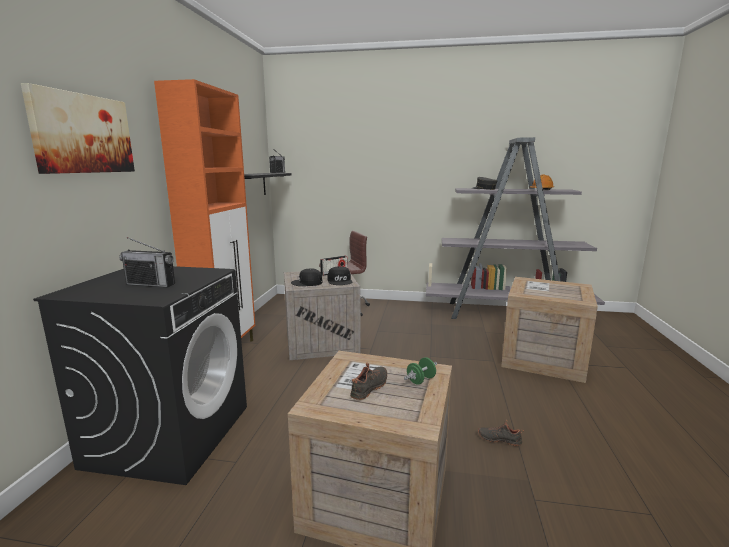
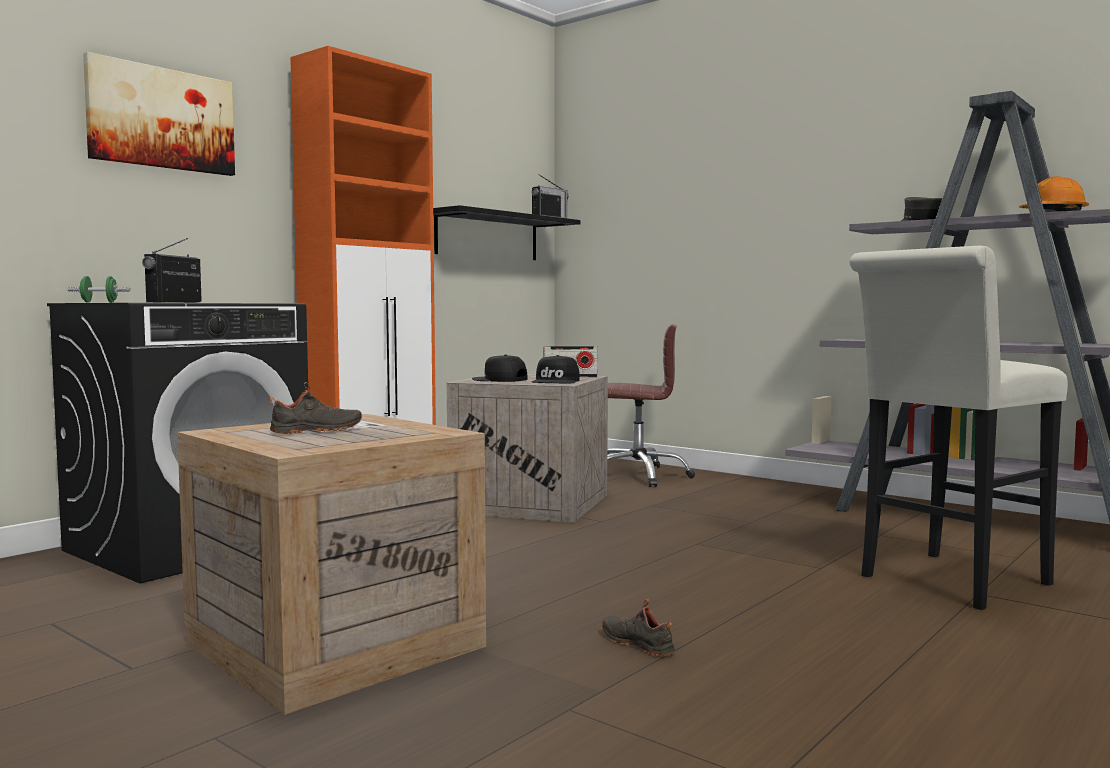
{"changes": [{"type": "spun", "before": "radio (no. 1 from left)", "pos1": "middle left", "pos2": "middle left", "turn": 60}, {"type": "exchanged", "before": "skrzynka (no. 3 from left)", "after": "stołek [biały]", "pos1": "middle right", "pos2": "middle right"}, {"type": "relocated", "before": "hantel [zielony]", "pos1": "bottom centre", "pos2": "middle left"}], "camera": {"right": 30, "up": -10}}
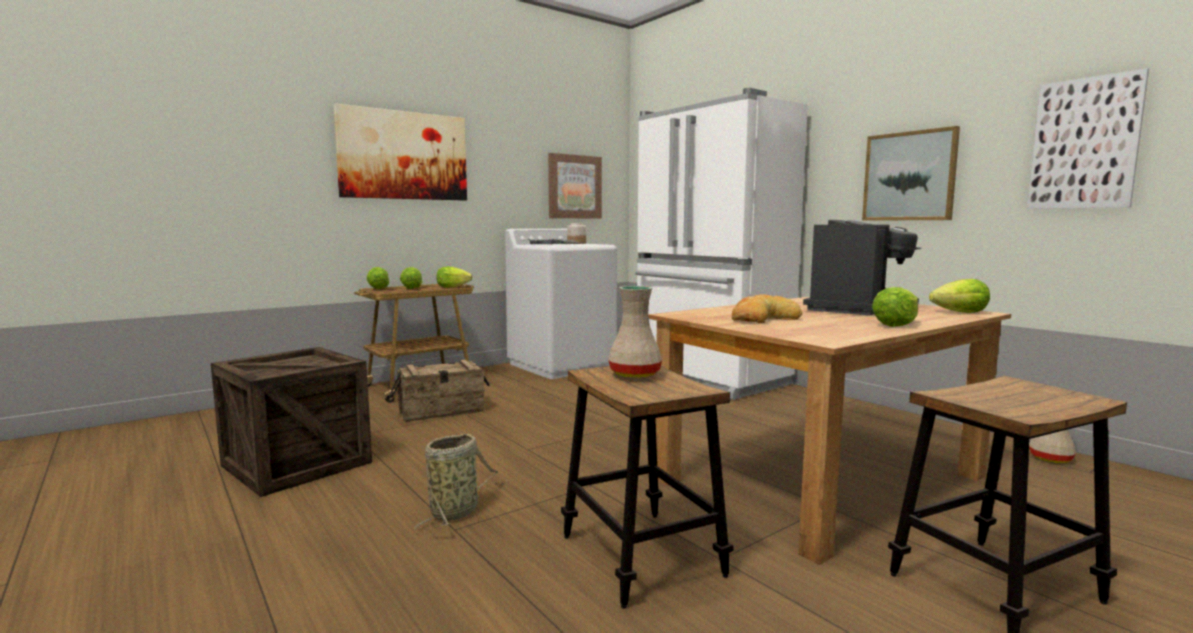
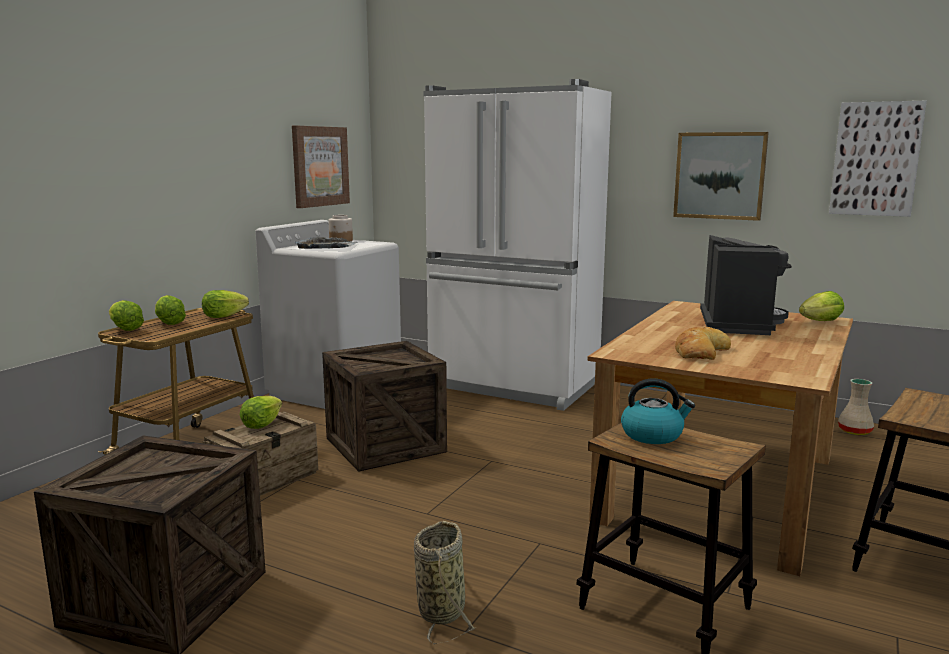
{"changes": [{"type": "missing", "before": "obraz (no. 1 from left)", "pos1": "top centre"}, {"type": "exchanged", "before": "wazon [beżowy] (no. 1 from left)", "after": "czajnik", "pos1": "centre", "pos2": "middle right"}, {"type": "relocated", "before": "sałata (no. 4 from left)", "pos1": "middle right", "pos2": "middle left"}, {"type": "appeared", "after": "skrzynka (no. 3 from left)", "pos2": "centre"}], "camera": {"right": -25, "up": 5}}
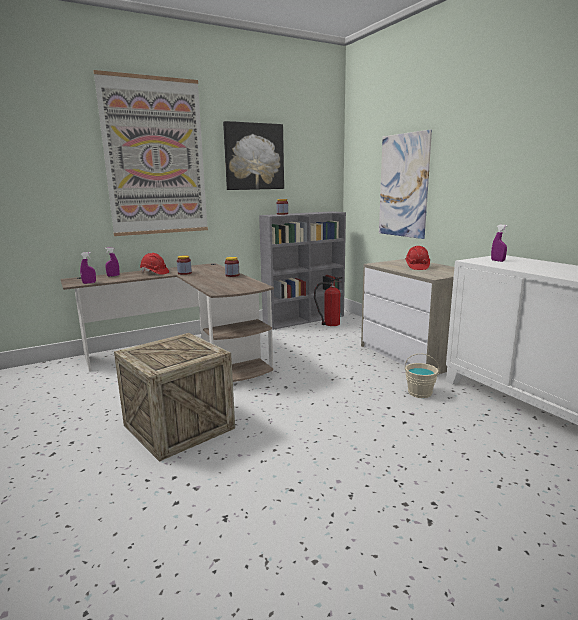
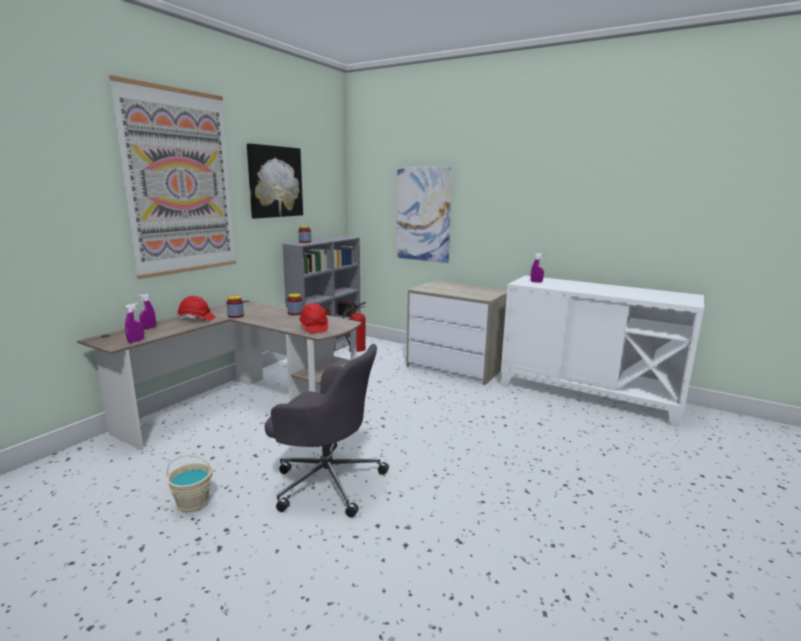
{"changes": [{"type": "relocated", "before": "kask [czerwony] (no. 2 from left)", "pos1": "middle right", "pos2": "centre"}, {"type": "exchanged", "before": "skrzynka", "after": "krzesło biurowe [szary]", "pos1": "middle left", "pos2": "bottom centre"}, {"type": "relocated", "before": "wiadro [beżowy]", "pos1": "middle right", "pos2": "bottom left"}], "camera": {"right": -30, "up": 0}}
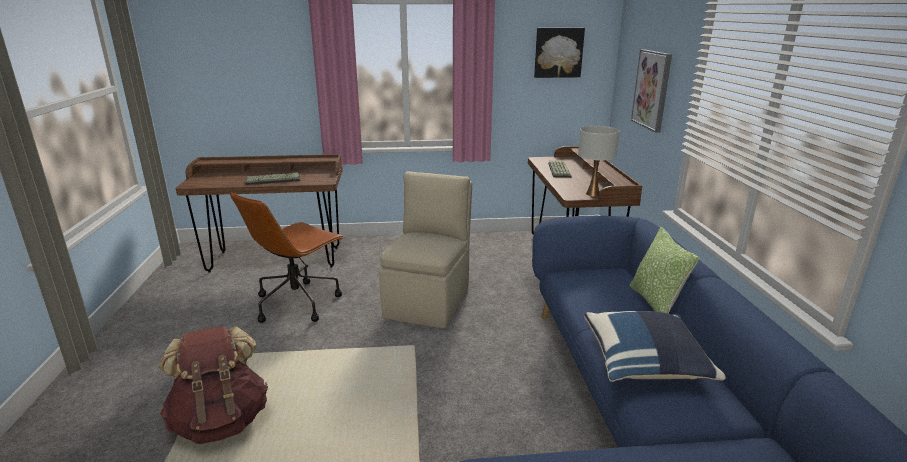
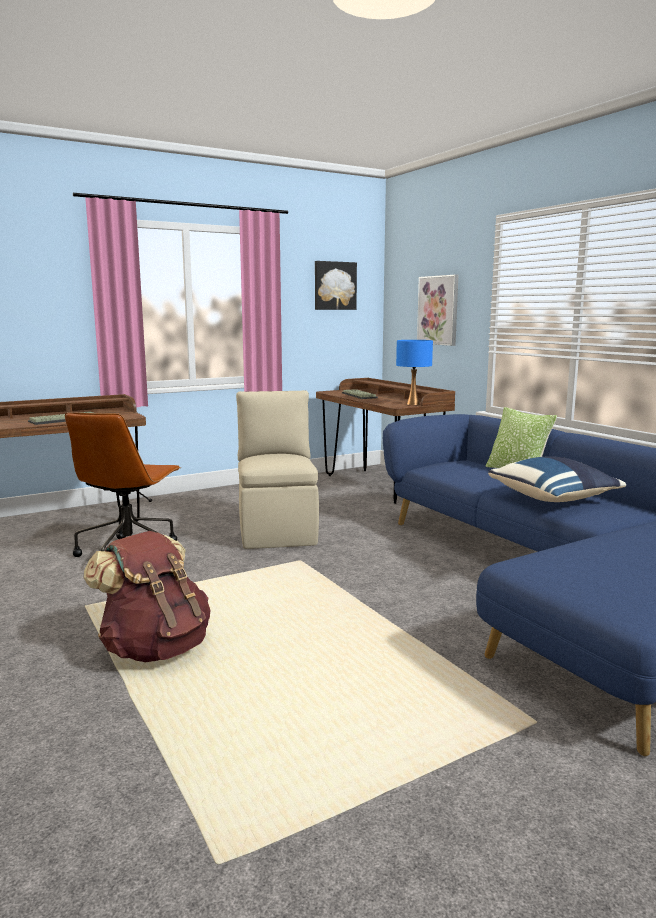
{"changes": [{"type": "colour", "before": "lampa stołowa [biały]", "after": "lampa stołowa [niebieski]", "pos1": "centre", "pos2": "centre"}], "camera": {"right": -25, "up": -10}}
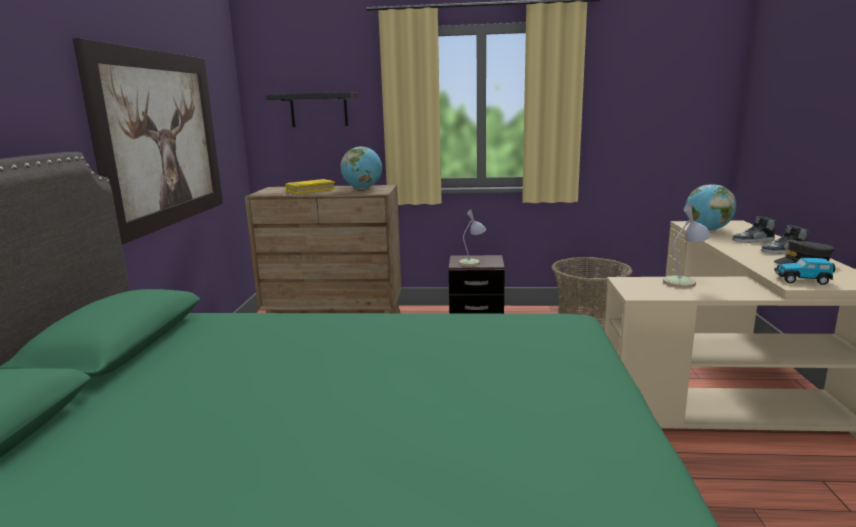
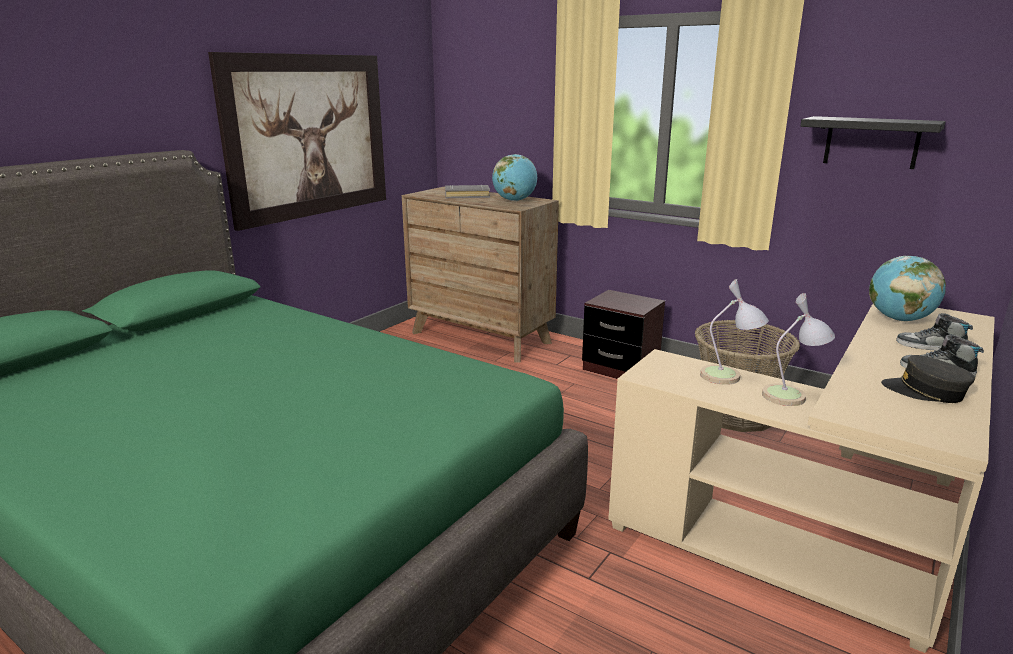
{"changes": [{"type": "relocated", "before": "półka [czarny]", "pos1": "top centre", "pos2": "top right"}, {"type": "colour", "before": "książka [żółty]", "after": "książka [szary]", "pos1": "centre", "pos2": "top centre"}, {"type": "relocated", "before": "lampa stołowa (no. 1 from left in the first image)", "after": "lampa stołowa (no. 2 from left)", "pos1": "centre", "pos2": "middle right"}, {"type": "missing", "before": "samochodzik", "pos1": "middle right"}], "camera": {"right": 30, "up": 5}}
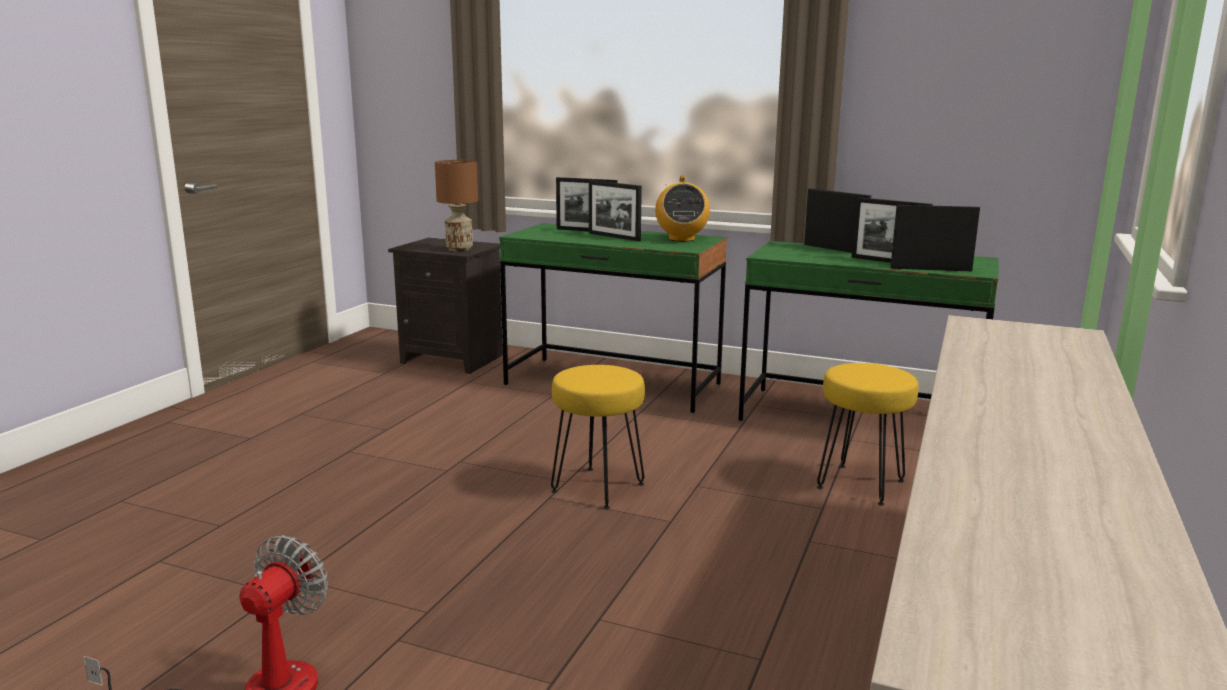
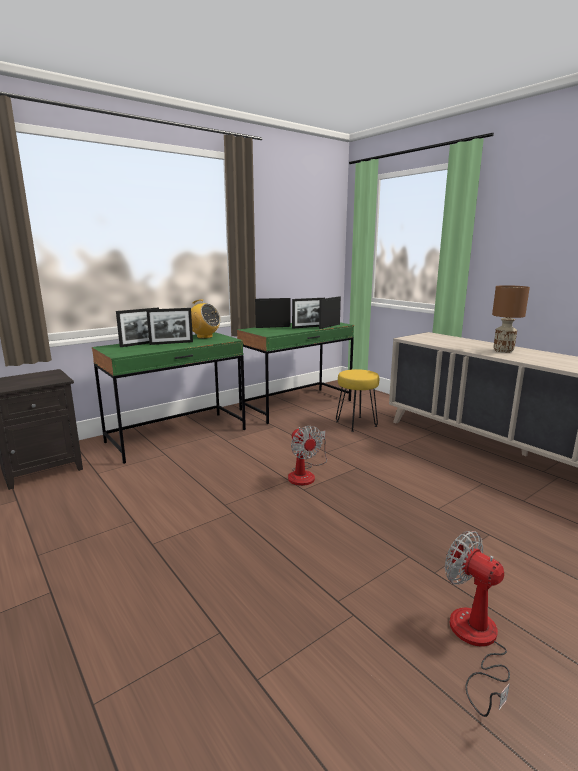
{"changes": [{"type": "relocated", "before": "lampa stołowa [brązowy]", "pos1": "top centre", "pos2": "middle right"}, {"type": "exchanged", "before": "stołek [żółty] (no. 1 from left)", "after": "wentylator (no. 1 from left)", "pos1": "centre", "pos2": "centre"}], "camera": {"right": -60, "up": 0}}
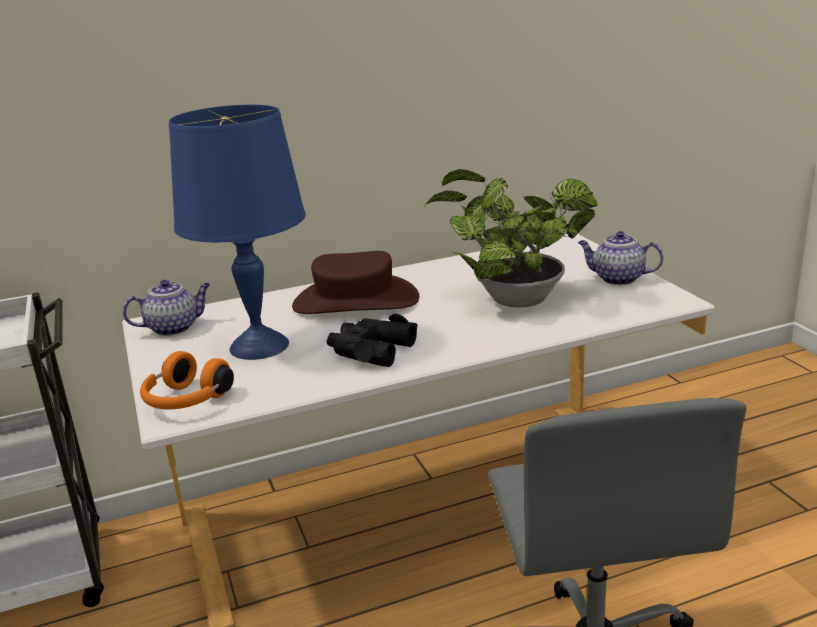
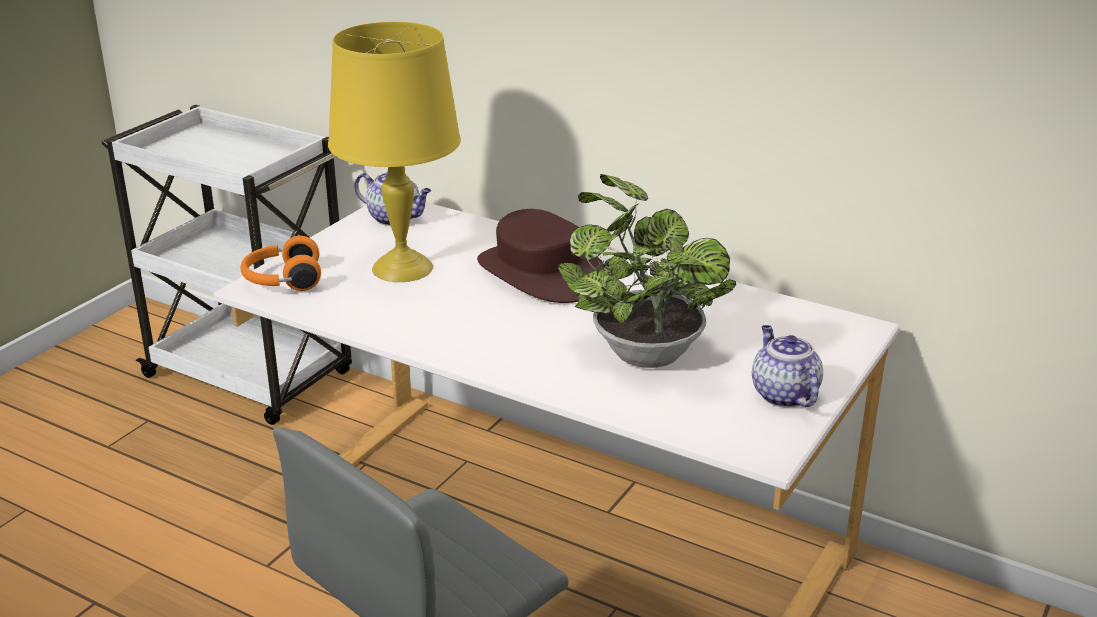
{"changes": [{"type": "colour", "before": "lampa stołowa [niebieski]", "after": "lampa stołowa [żółty]", "pos1": "middle left", "pos2": "top centre"}, {"type": "missing", "before": "lornetka [czarny]", "pos1": "centre"}], "camera": {"right": 50, "up": 5}}
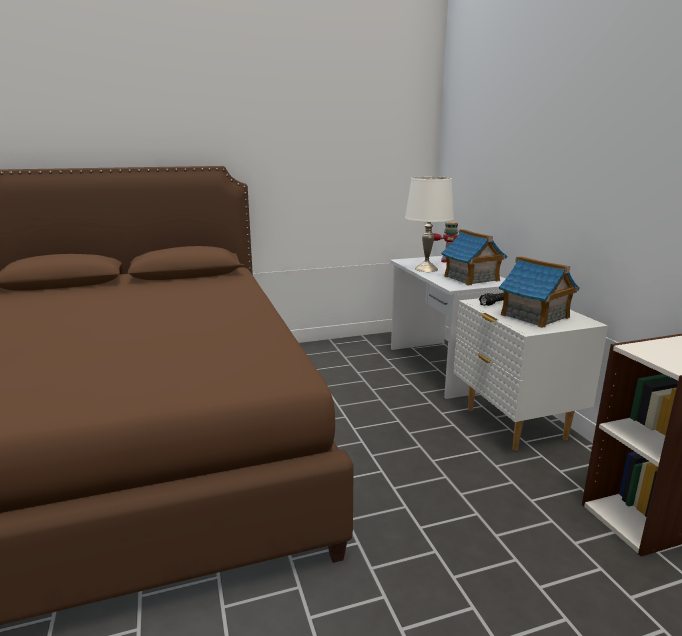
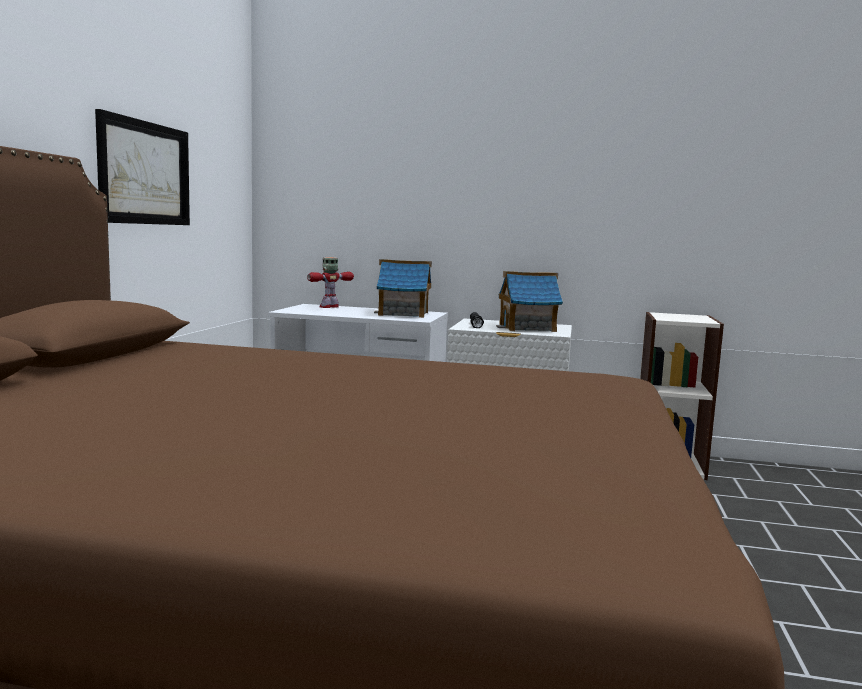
{"changes": [{"type": "missing", "before": "lampa stołowa [biały]", "pos1": "centre"}, {"type": "appeared", "after": "obraz", "pos2": "top left"}], "camera": {"right": -60, "up": -10}}
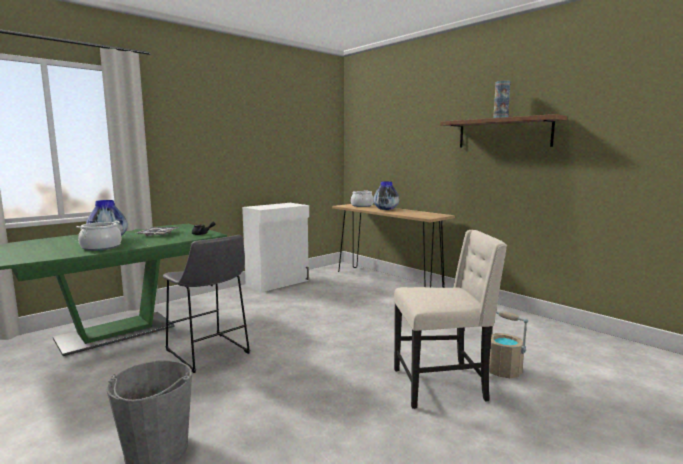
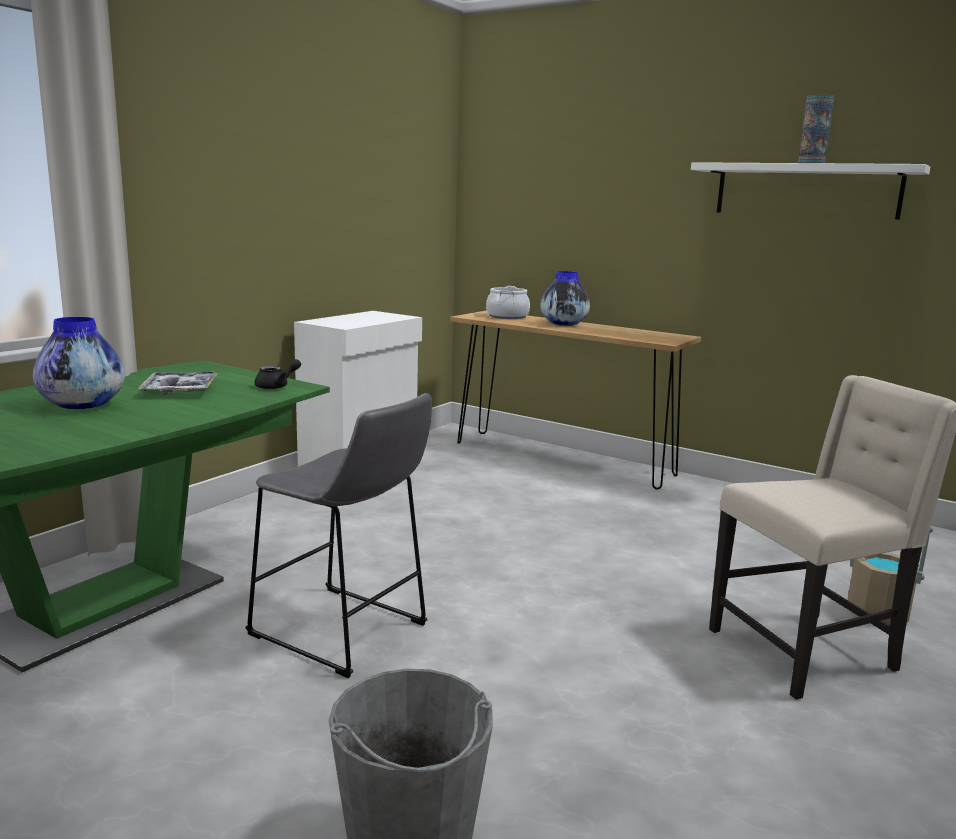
{"changes": [{"type": "colour", "before": "półka [brązowy]", "after": "półka [biały]", "pos1": "top right", "pos2": "top right"}, {"type": "missing", "before": "garnek (no. 1 from left)", "pos1": "middle left"}], "camera": {"right": -15, "up": 5}}
